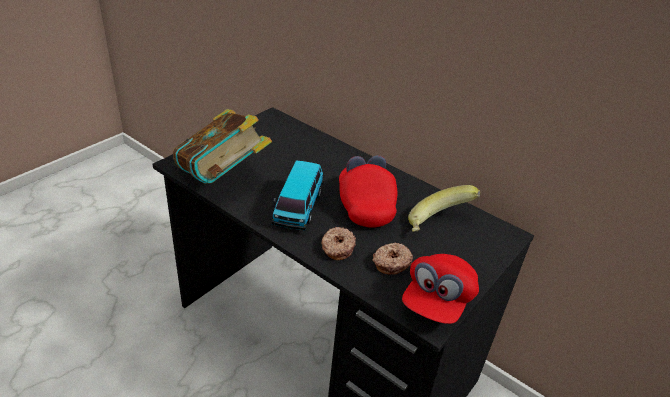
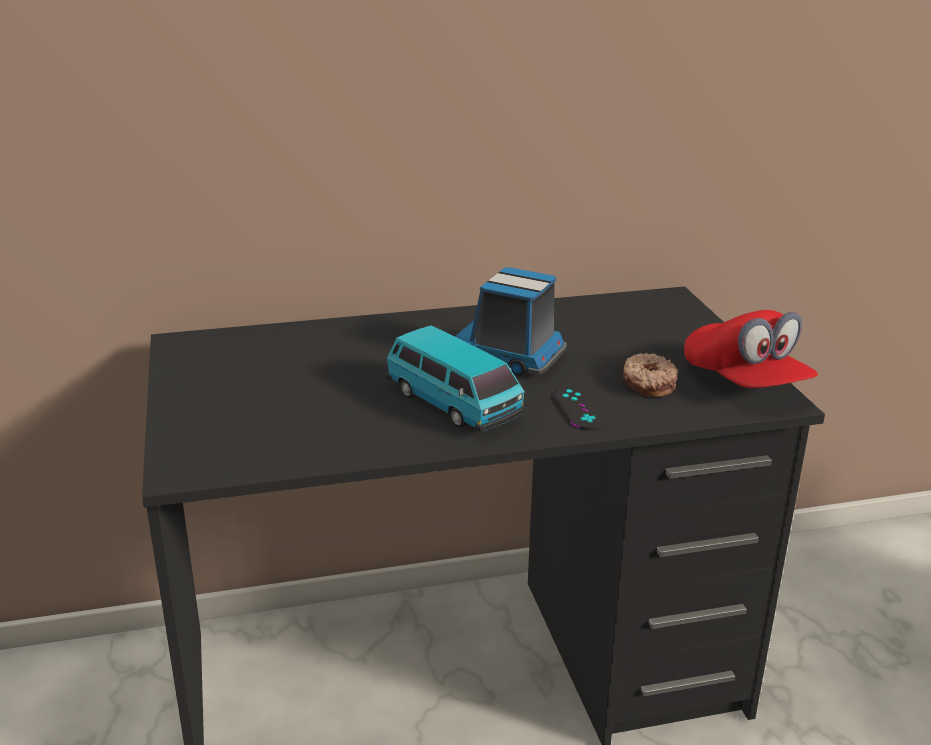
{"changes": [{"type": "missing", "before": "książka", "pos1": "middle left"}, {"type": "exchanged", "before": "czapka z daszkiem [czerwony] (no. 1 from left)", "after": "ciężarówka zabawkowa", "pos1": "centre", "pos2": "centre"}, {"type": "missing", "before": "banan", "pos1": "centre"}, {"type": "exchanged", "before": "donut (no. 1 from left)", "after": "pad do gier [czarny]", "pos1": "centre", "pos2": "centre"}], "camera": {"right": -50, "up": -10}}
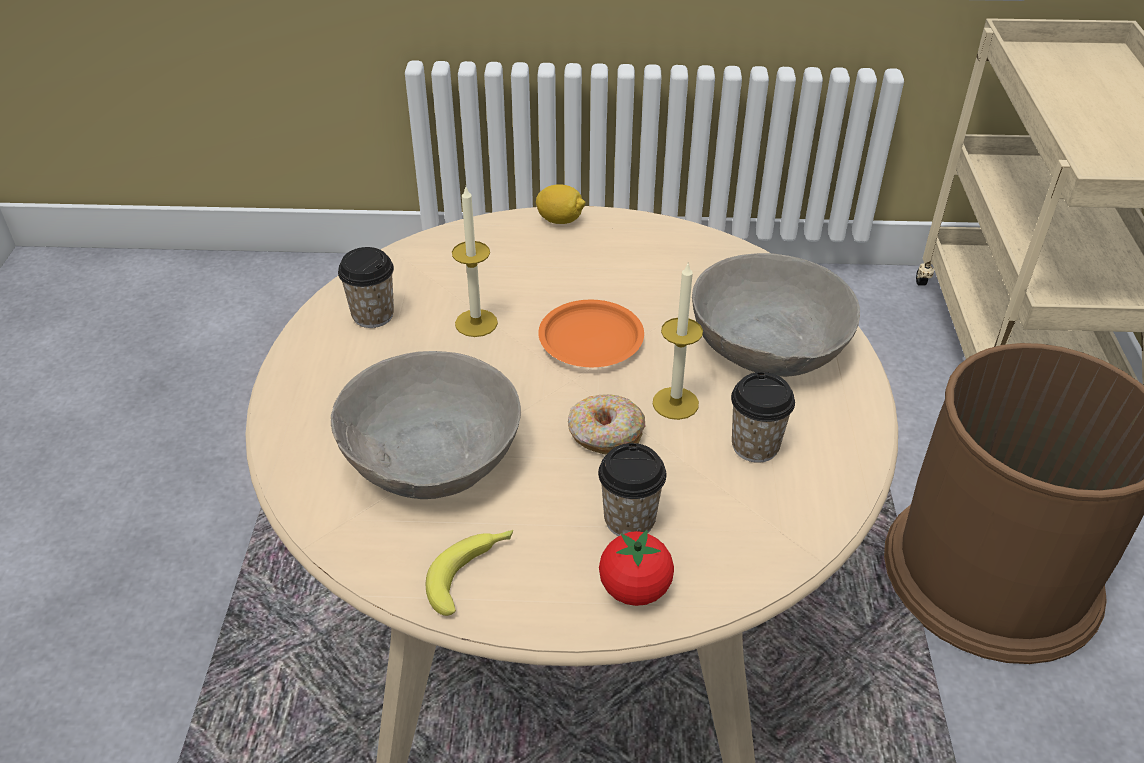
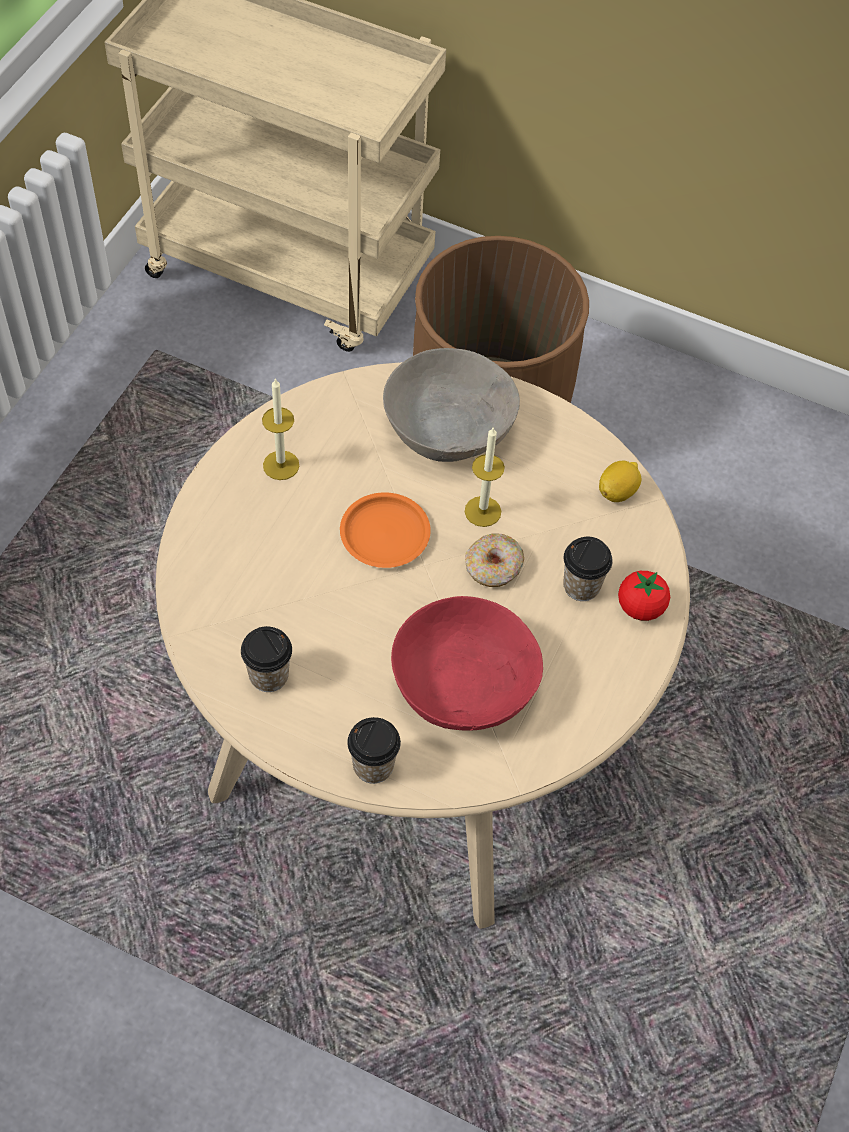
{"changes": [{"type": "relocated", "before": "cytryna", "pos1": "top centre", "pos2": "middle right"}, {"type": "relocated", "before": "świeca (no. 1 from left)", "pos1": "centre", "pos2": "middle left"}, {"type": "colour", "before": "miska [szary] (no. 1 from left)", "after": "miska [czerwony]", "pos1": "centre", "pos2": "centre"}, {"type": "relocated", "before": "filiżanka (no. 3 from left in the first image)", "after": "filiżanka (no. 2 from left)", "pos1": "middle right", "pos2": "centre"}, {"type": "missing", "before": "banan", "pos1": "bottom centre"}], "camera": {"right": -70, "up": 15}}
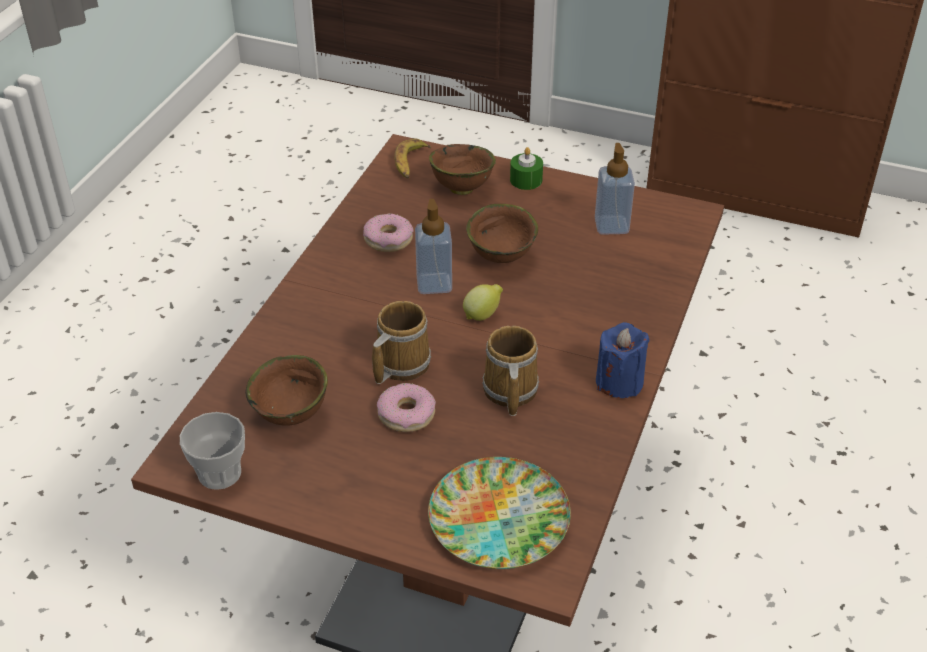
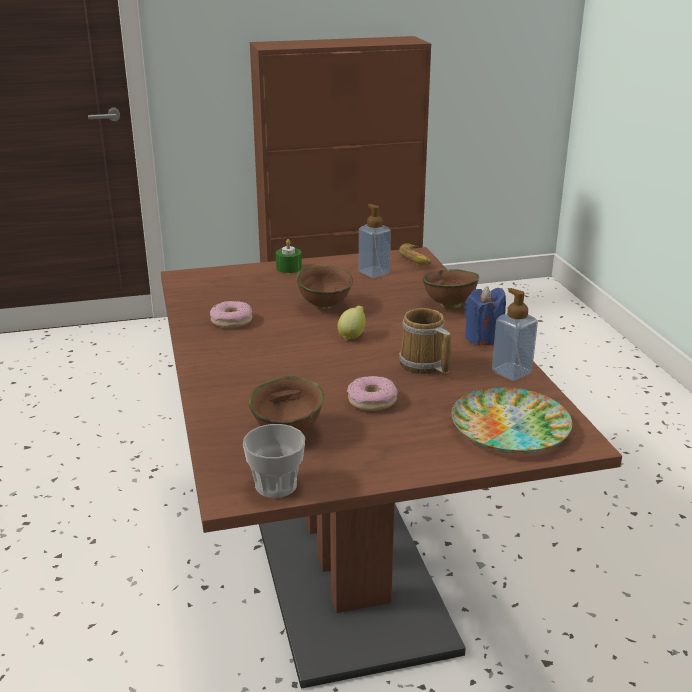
{"changes": [{"type": "relocated", "before": "banan", "pos1": "top centre", "pos2": "centre"}, {"type": "relocated", "before": "miska [brązowy] (no. 2 from left in the first image)", "after": "miska [brązowy] (no. 3 from left)", "pos1": "top centre", "pos2": "centre"}, {"type": "relocated", "before": "dozownik mydła (no. 1 from left in the first image)", "after": "dozownik mydła (no. 2 from left)", "pos1": "centre", "pos2": "middle right"}, {"type": "missing", "before": "kubek (no. 1 from left)", "pos1": "centre"}], "camera": {"right": -35, "up": -15}}
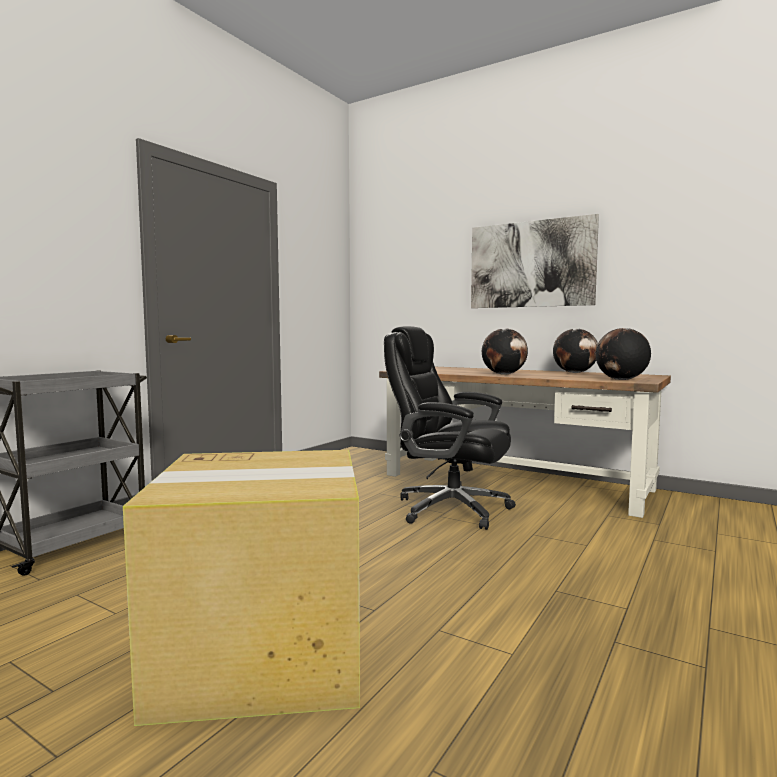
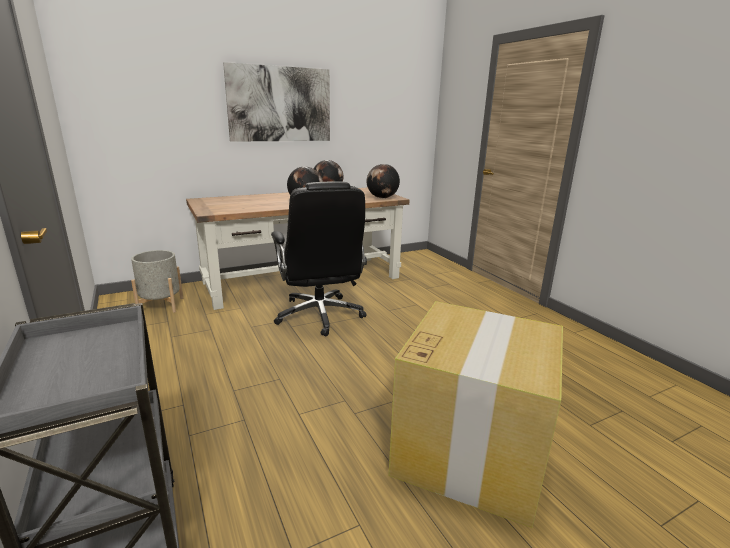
{"changes": [{"type": "spun", "before": "krzesło biurowe [czarny]", "pos1": "centre", "pos2": "centre", "turn": -75}, {"type": "appeared", "after": "donica [szary]", "pos2": "middle left"}], "camera": {"right": -60, "up": 15}}
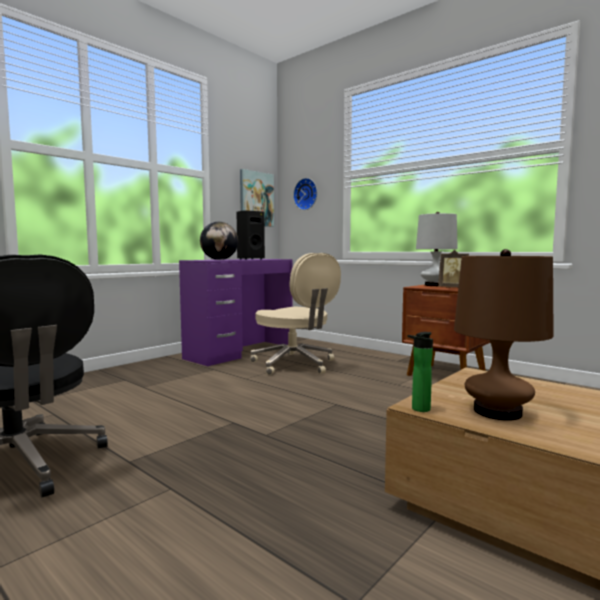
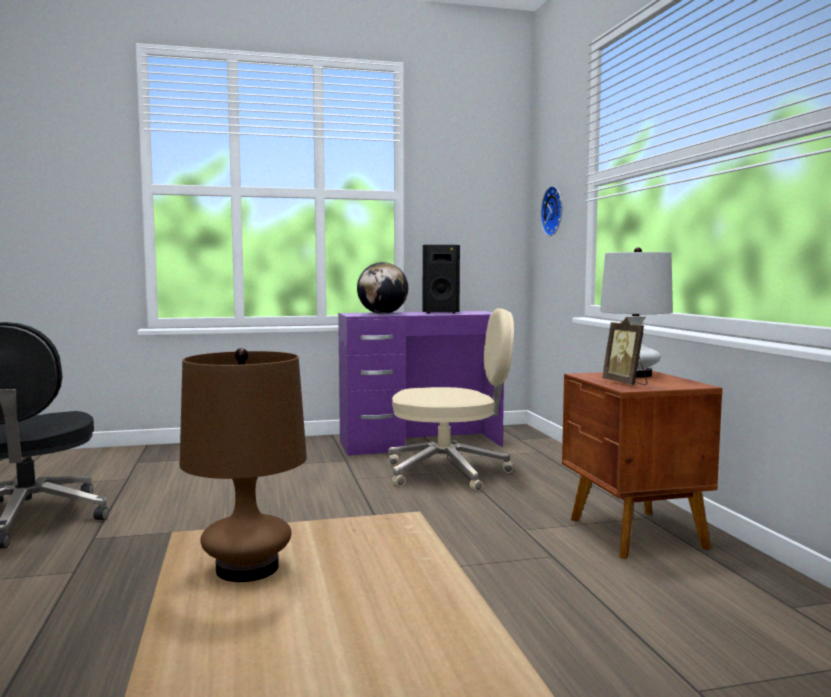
{"changes": [{"type": "missing", "before": "obraz", "pos1": "top centre"}, {"type": "spun", "before": "krzesło biurowe [beżowy]", "pos1": "centre", "pos2": "centre", "turn": -90}, {"type": "missing", "before": "butelka", "pos1": "middle right"}], "camera": {"right": 35, "up": 0}}
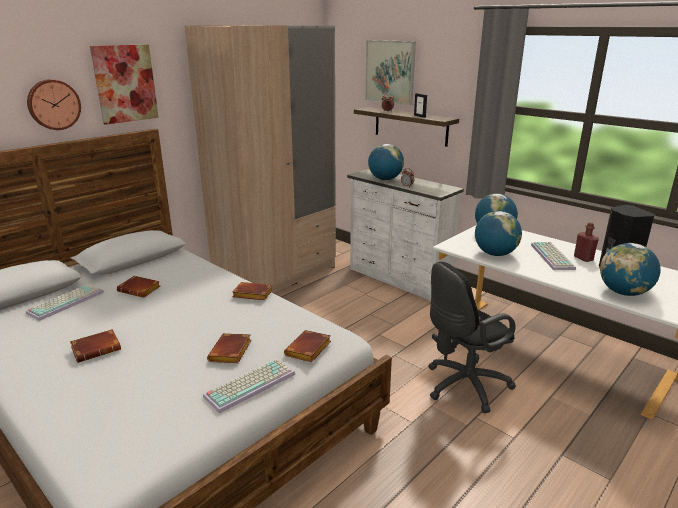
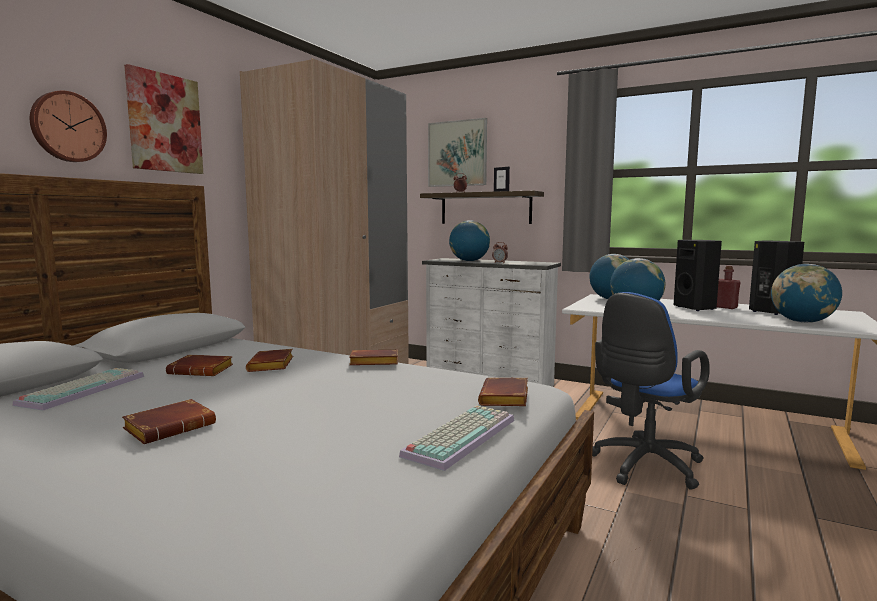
{"changes": [{"type": "exchanged", "before": "klawiatura (no. 3 from left)", "after": "głośnik [czarny] (no. 1 from left)", "pos1": "middle right", "pos2": "middle right"}, {"type": "colour", "before": "krzesło biurowe [czarny]", "after": "krzesło biurowe [niebieski]", "pos1": "middle right", "pos2": "middle right"}, {"type": "relocated", "before": "książka [brązowy] (no. 3 from left)", "pos1": "bottom centre", "pos2": "middle left"}], "camera": {"right": -15, "up": -15}}
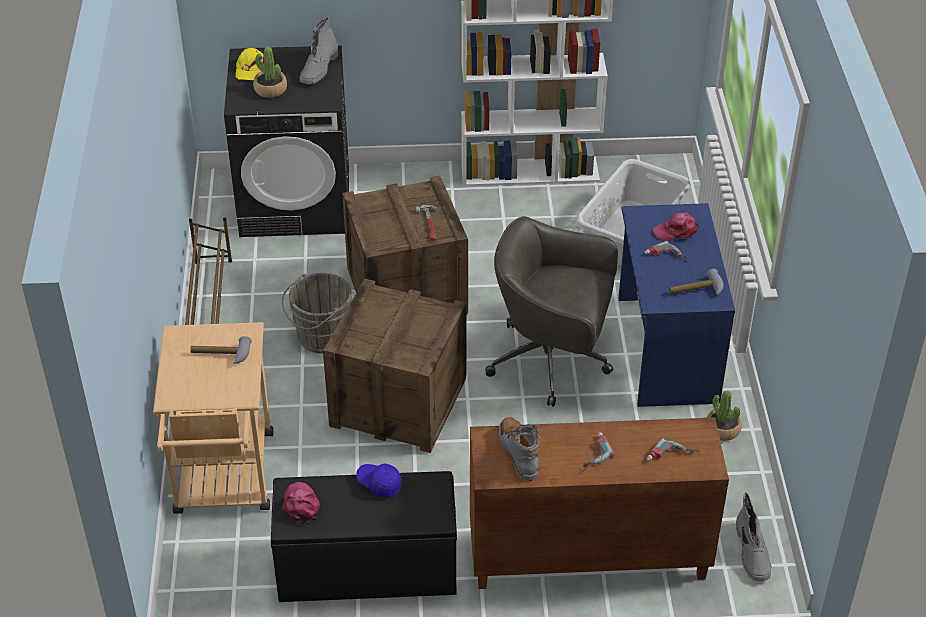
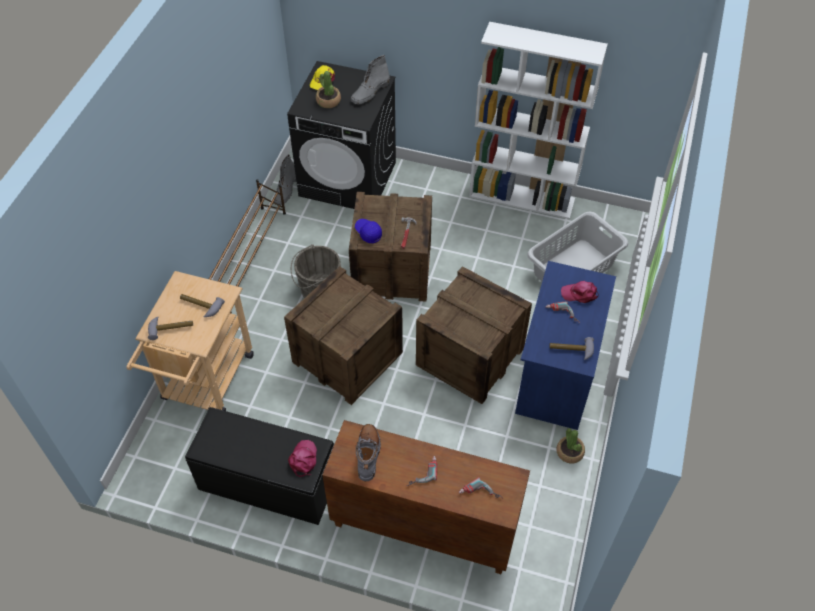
{"changes": [{"type": "exchanged", "before": "krzesło biurowe [szary]", "after": "skrzynka (no. 3 from left)", "pos1": "centre", "pos2": "centre"}, {"type": "relocated", "before": "czapka z daszkiem [niebieski]", "pos1": "bottom centre", "pos2": "centre"}, {"type": "relocated", "before": "czapka z daszkiem [różowy] (no. 1 from left)", "pos1": "bottom left", "pos2": "bottom centre"}, {"type": "relocated", "before": "but z cholewką [szary] (no. 3 from left in the first image)", "after": "but z cholewką [szary] (no. 1 from left)", "pos1": "bottom right", "pos2": "top centre"}, {"type": "appeared", "after": "młotek (no. 1 from left)", "pos2": "middle left"}], "camera": {"right": 20, "up": 10}}
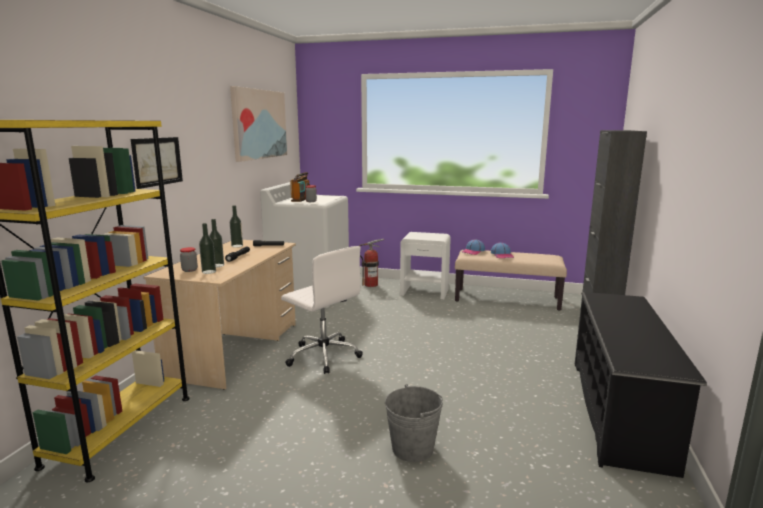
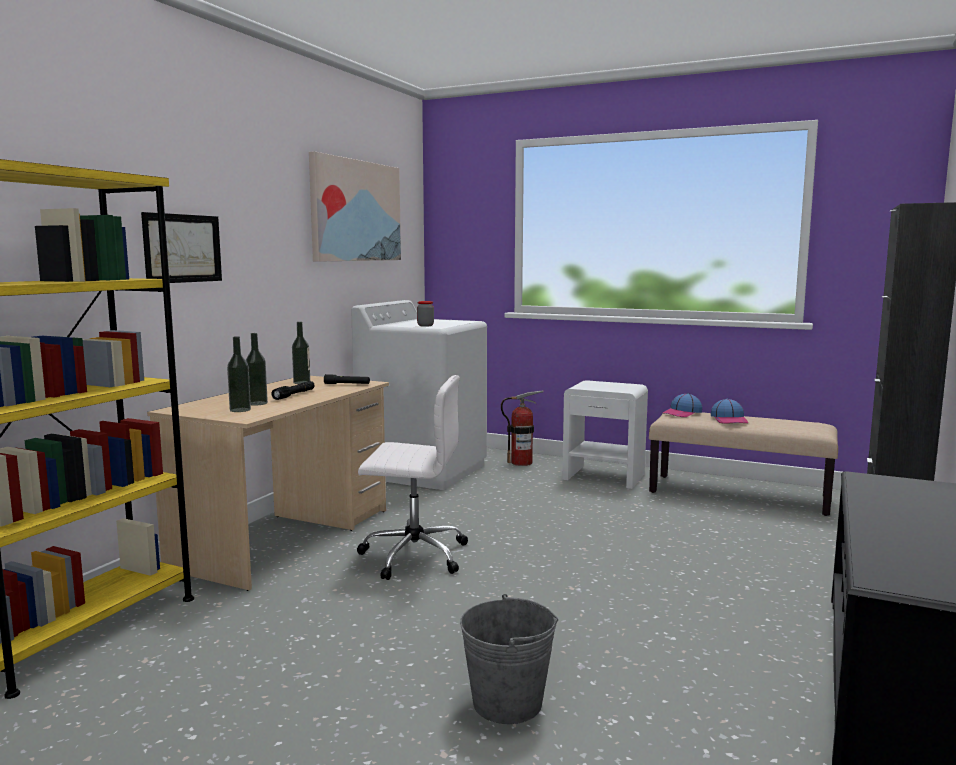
{"changes": [{"type": "missing", "before": "radio", "pos1": "centre"}, {"type": "spun", "before": "krzesło biurowe [biały]", "pos1": "centre", "pos2": "centre", "turn": -45}, {"type": "missing", "before": "słoik (no. 1 from left)", "pos1": "middle left"}], "camera": {"right": 10, "up": -5}}
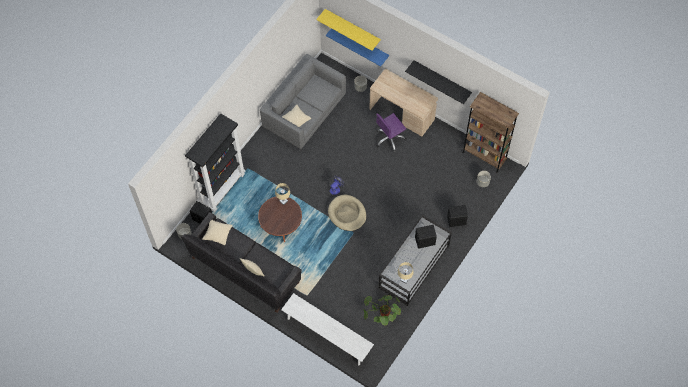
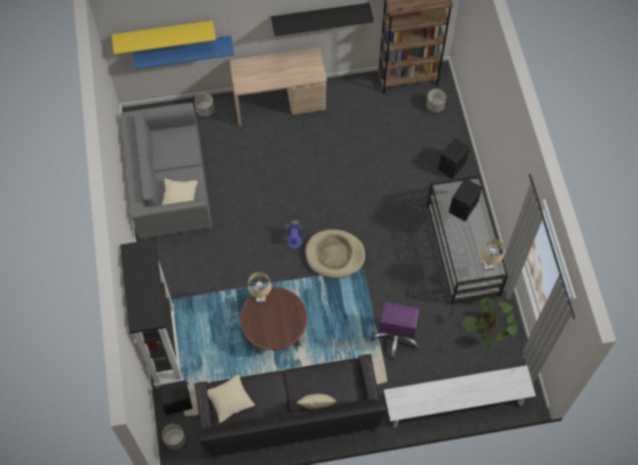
{"changes": [{"type": "relocated", "before": "krzesło biurowe [fioletowy]", "pos1": "centre", "pos2": "bottom centre"}], "camera": {"right": -45, "up": 0}}
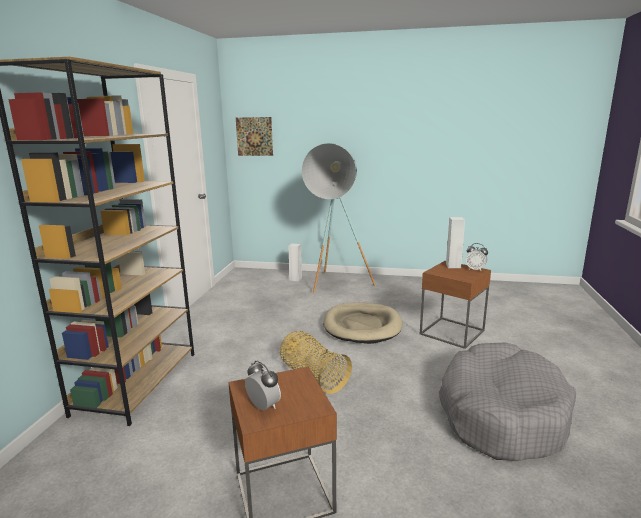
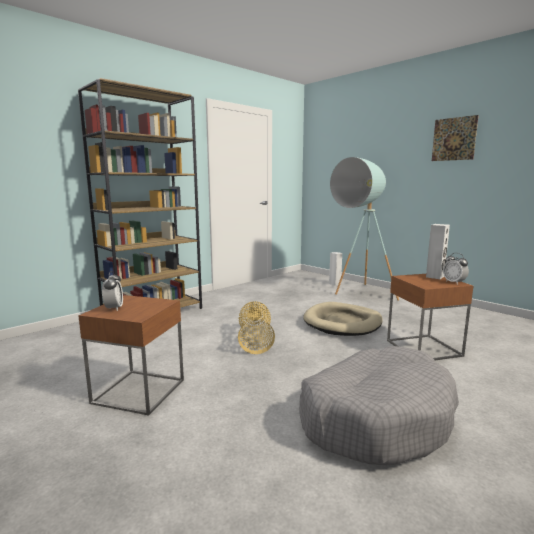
{"changes": [{"type": "relocated", "before": "obraz", "pos1": "top centre", "pos2": "top right"}], "camera": {"right": 35, "up": -5}}
